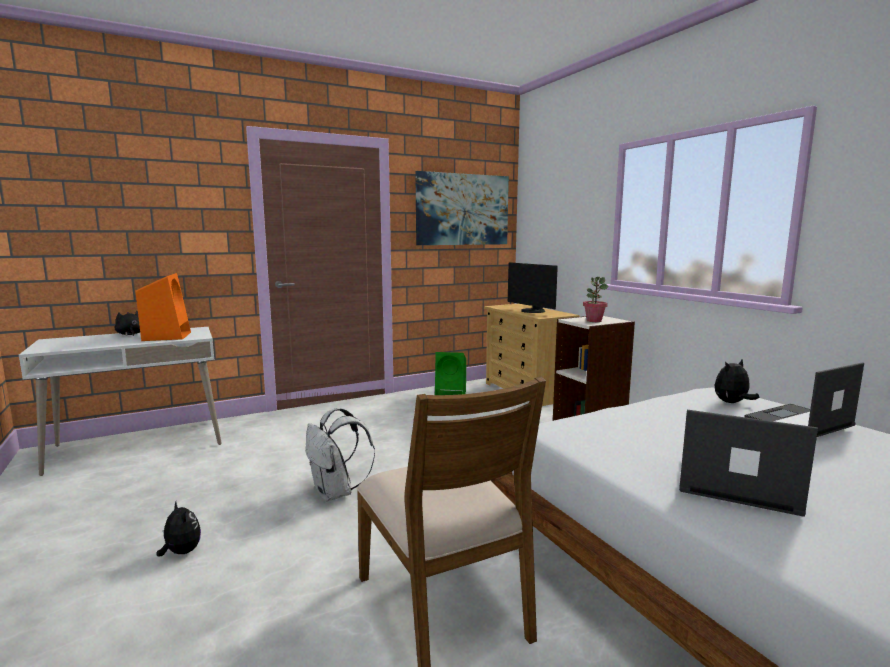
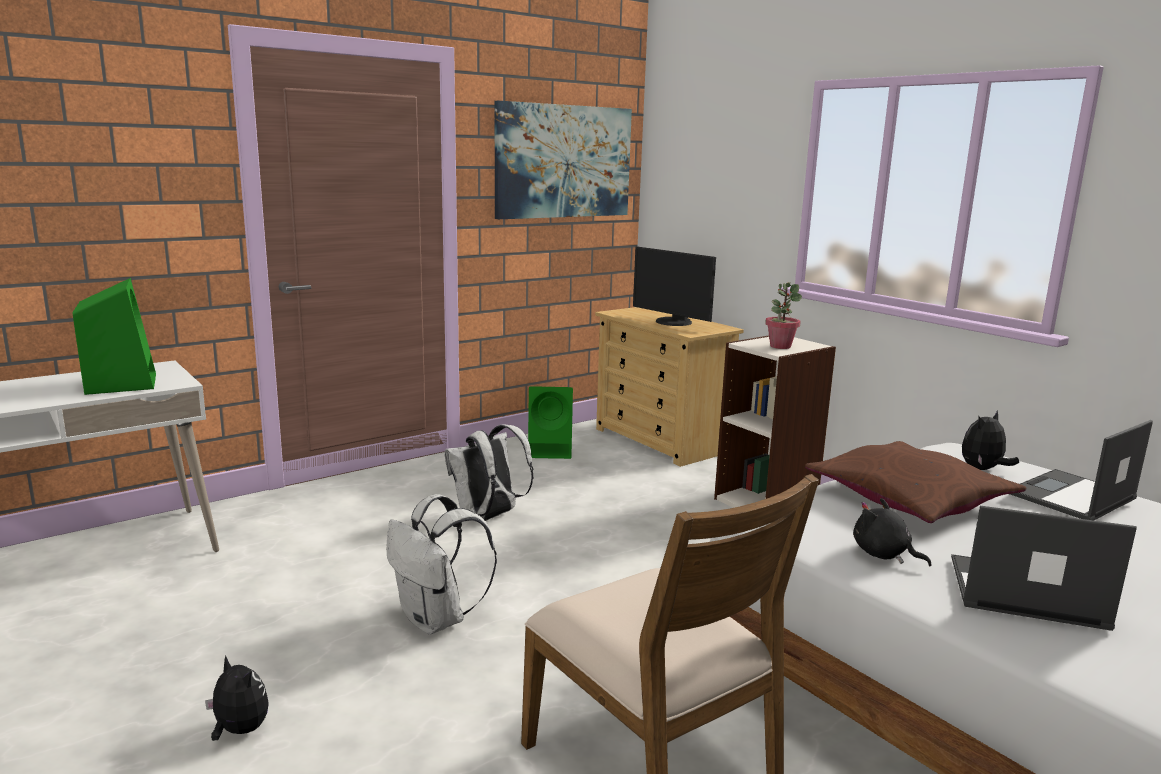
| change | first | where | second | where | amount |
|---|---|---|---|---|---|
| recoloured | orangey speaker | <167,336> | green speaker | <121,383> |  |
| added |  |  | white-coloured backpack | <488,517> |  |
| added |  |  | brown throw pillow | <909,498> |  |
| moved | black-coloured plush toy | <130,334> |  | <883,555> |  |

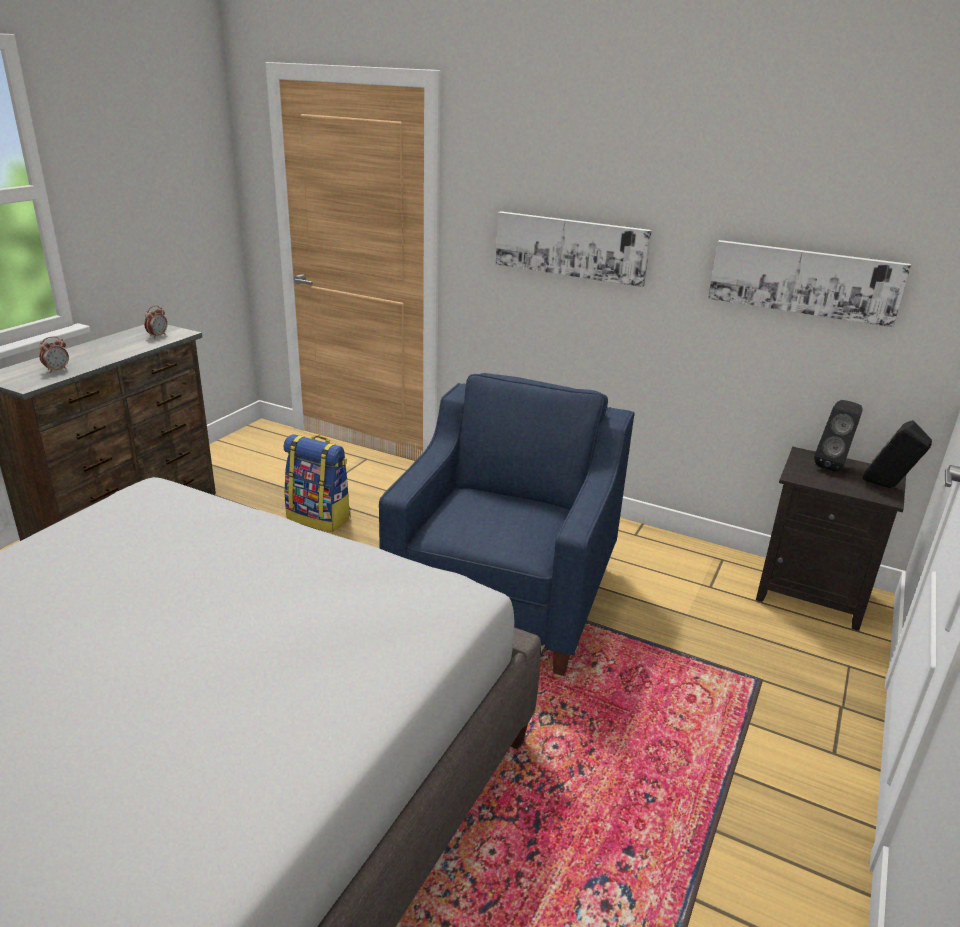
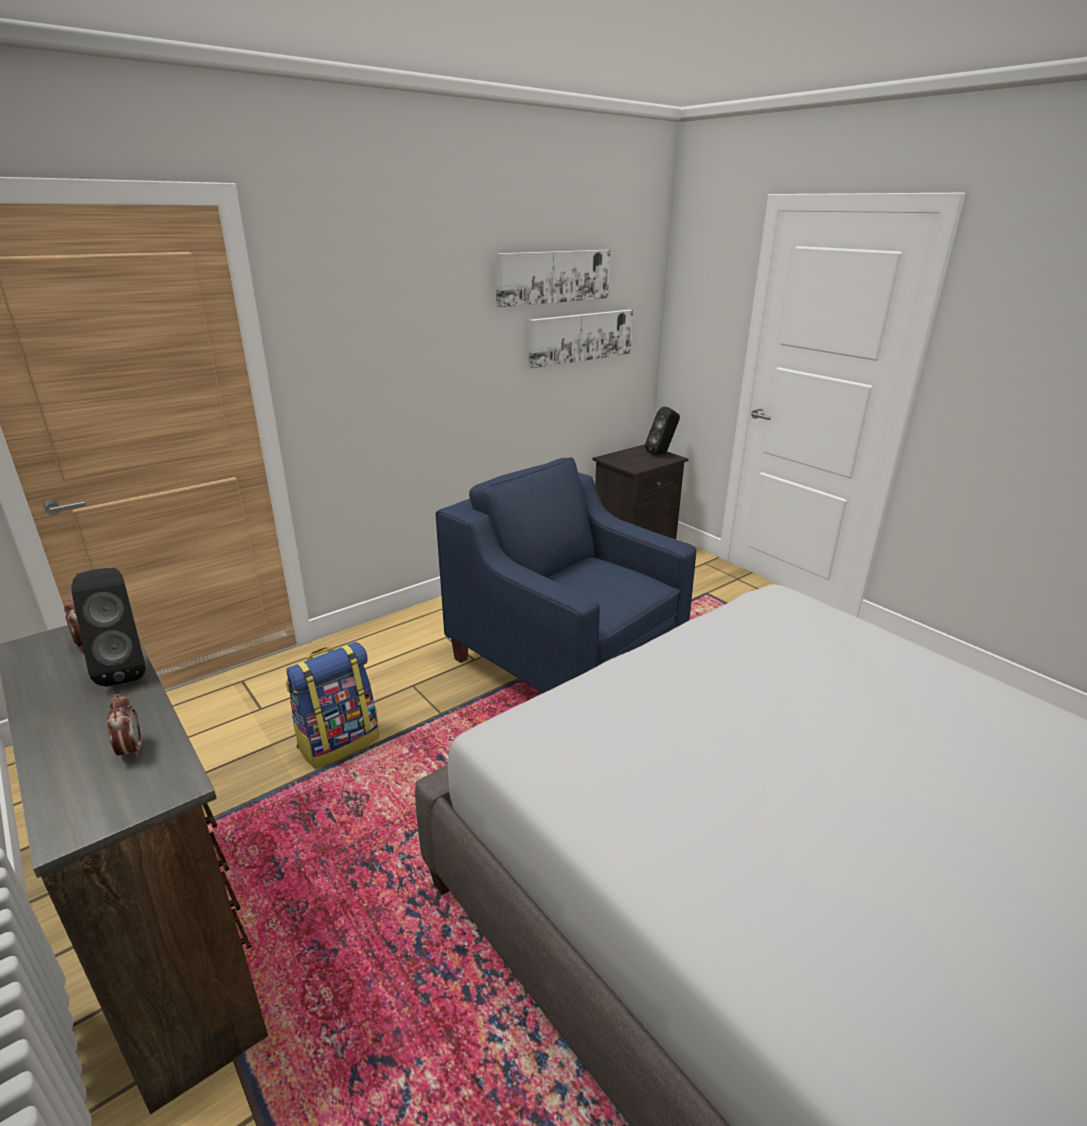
| change | first | where | second | where | amount |
|---|---|---|---|---|---|
| moved | black-coloured speaker | <833,465> |  | <126,669> |  |
| moved | wall art | <571,247> |  | <553,277> |  |

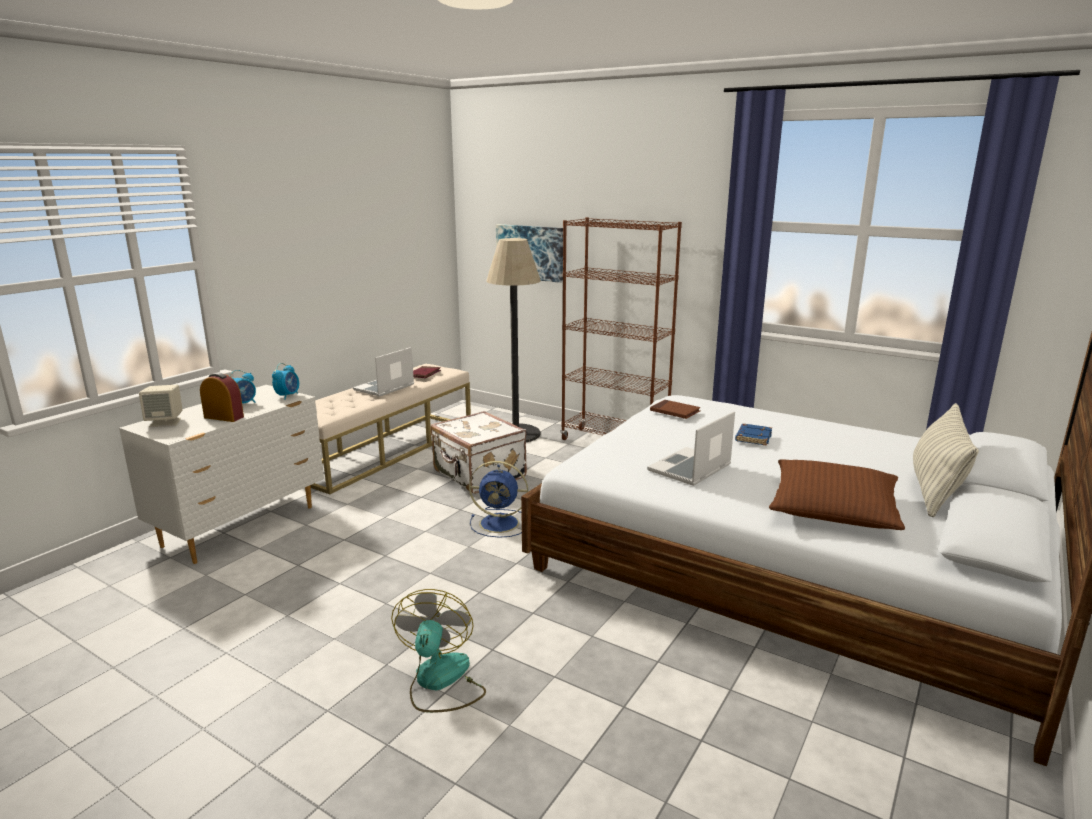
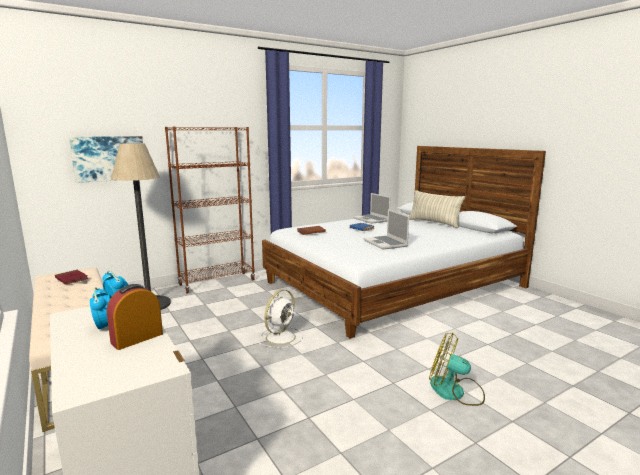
| change | first | where | second | where | amount |
|---|---|---|---|---|---|
| recoloured | blue-coloured fan | <501,523> | white-coloured fan | <281,337> |  |
| moved | portable computer | <384,388> |  | <371,220> |  |
| removed | beige speaker | <165,422> |  |  |  |
| removed | white-coloured travel case | <478,475> |  |  |  |
| removed | brown throw pillow | <833,508> |  |  |  |

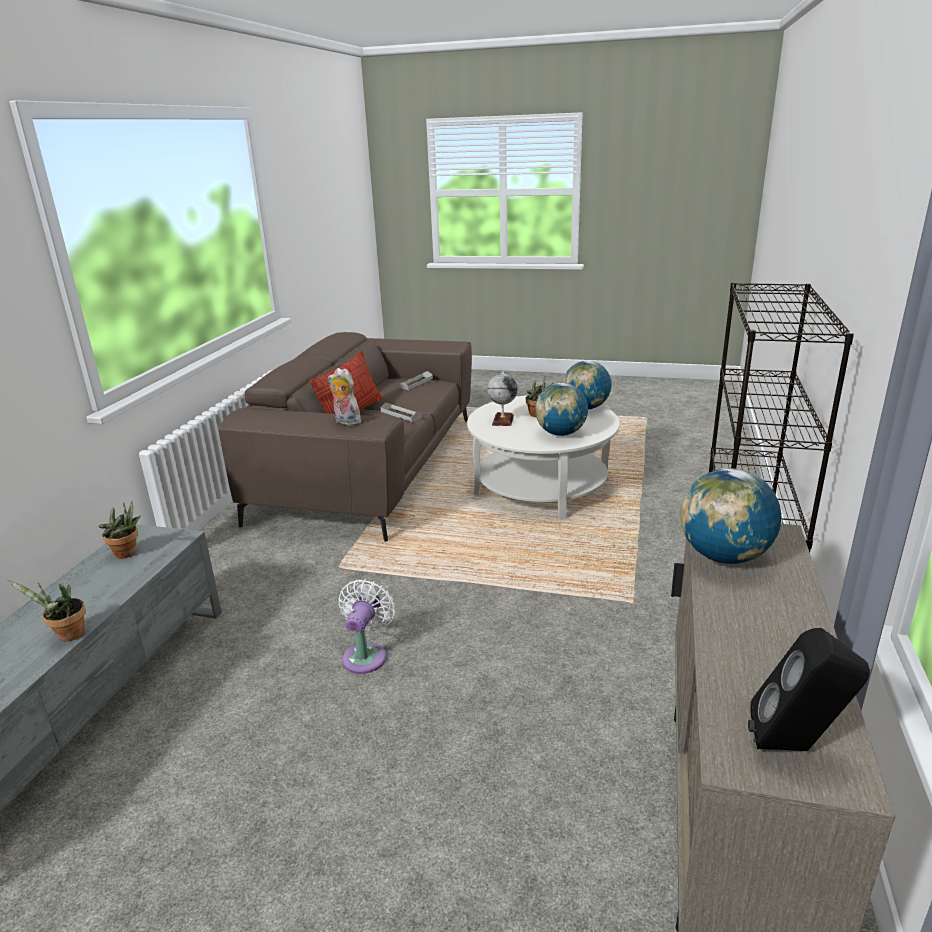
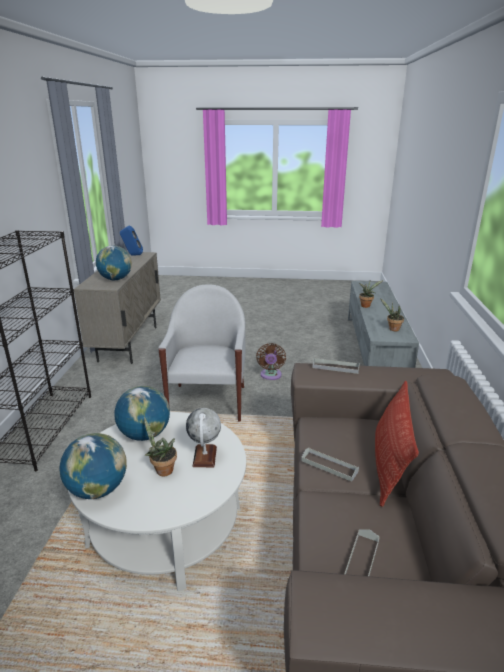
| change | first | where | second | where | amount |
|---|---|---|---|---|---|
| recoloured | black-coloured speaker | <796,746> | blue-coloured speaker | <132,255> |  |
| added |  |  | white-coloured armchair | <208,401> |  |
| recoloured | white-coloured fan | <366,655> | brown fan | <270,376> |  |
| replaced | plush toy | <345,422> | gray tray | <335,367> |  |

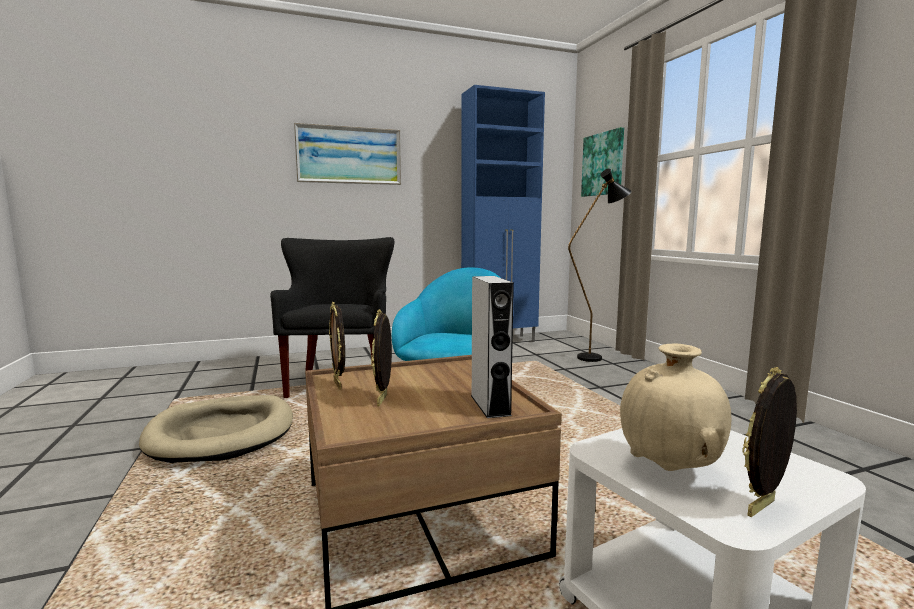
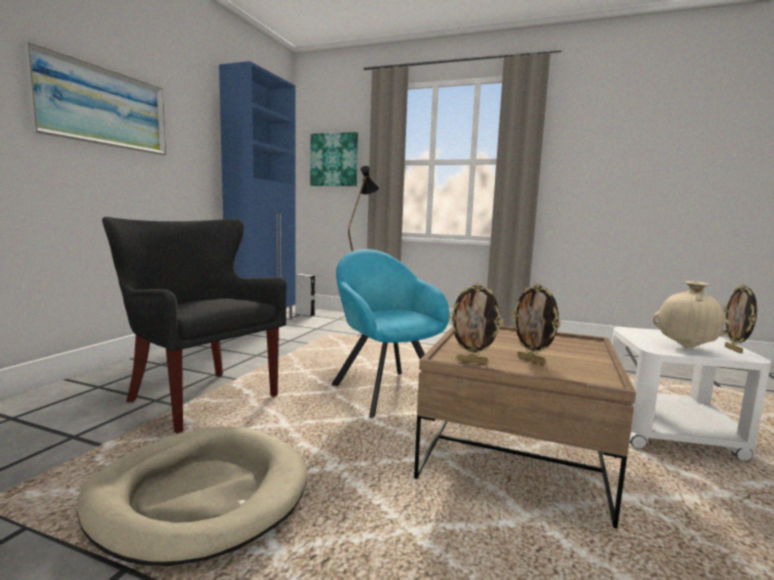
| change | first | where | second | where | amount |
|---|---|---|---|---|---|
| moved | gray speaker | <490,405> |  | <305,314> |  |

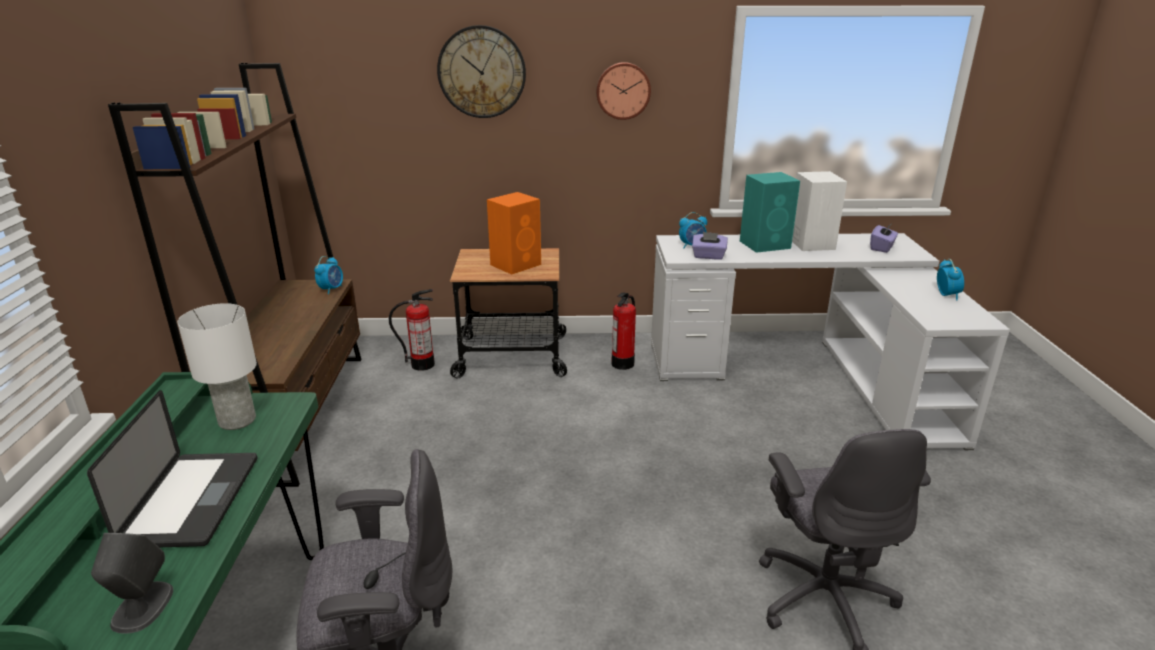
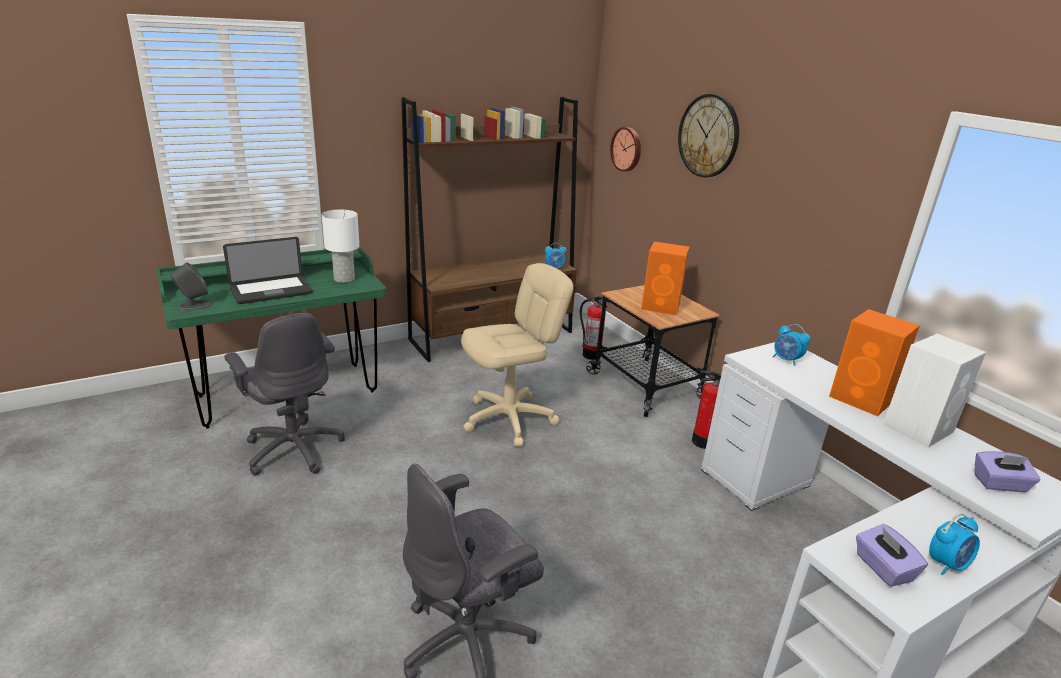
| change | first | where | second | where | amount |
|---|---|---|---|---|---|
| added |  |  | beige desk chair | <509,419> |  |
| moved | wall clock | <623,90> |  | <627,149> |  |
| recoloured | blue-green speaker | <766,244> | orangey speaker | <862,399> |  |
| moved | purple-coloured box of tissues | <708,256> |  | <882,568> |  |

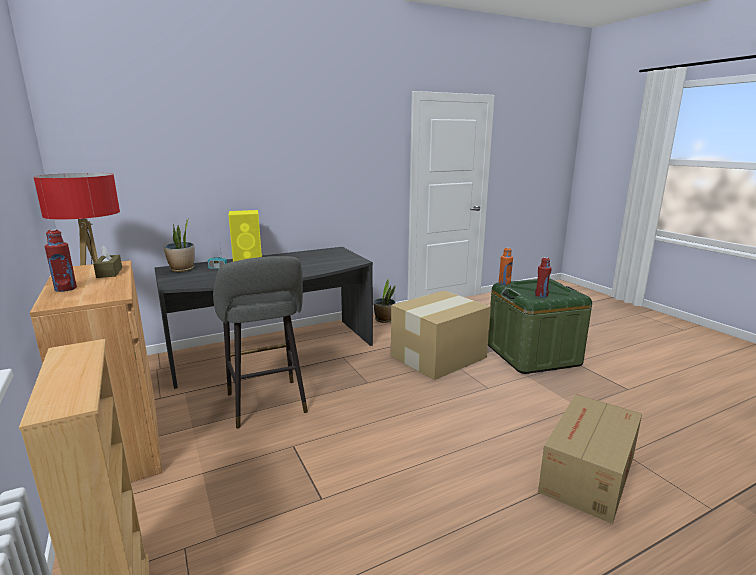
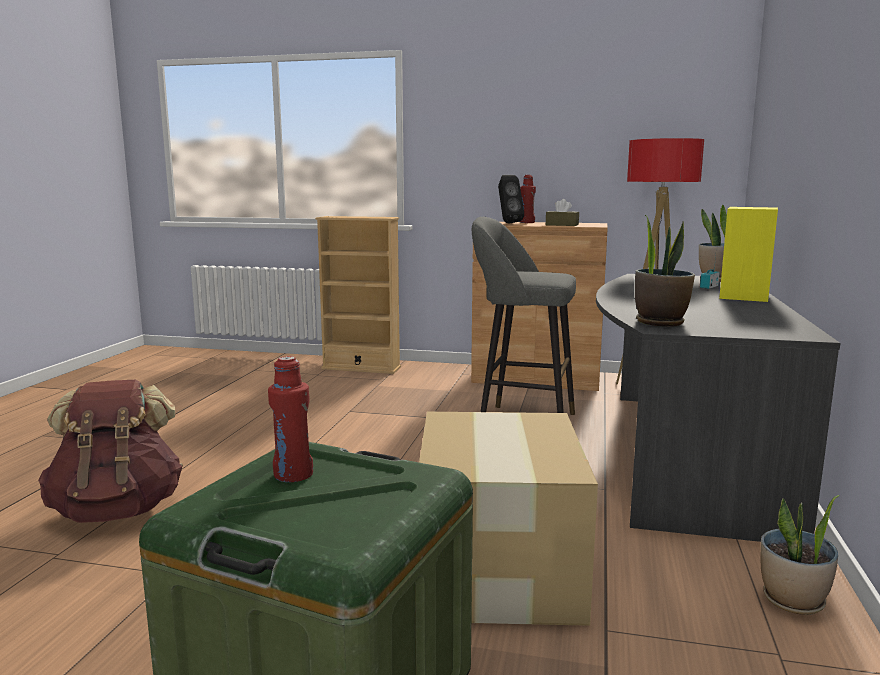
| change | first | where | second | where | amount |
|---|---|---|---|---|---|
| replaced | cardboard box | <586,474> | brown backpack | <118,510> |  |
| added |  |  | black-coloured speaker | <508,223> |  |
| added |  |  | potted plant | <660,322> |  |
| removed | orangey beverage bottle | <504,283> |  |  |  |

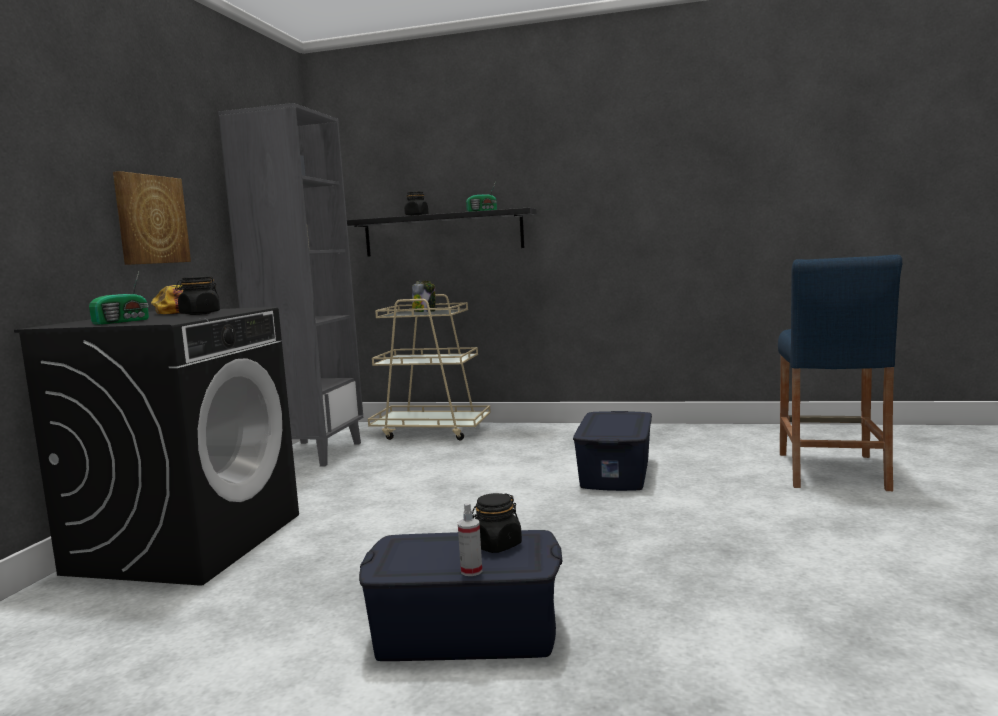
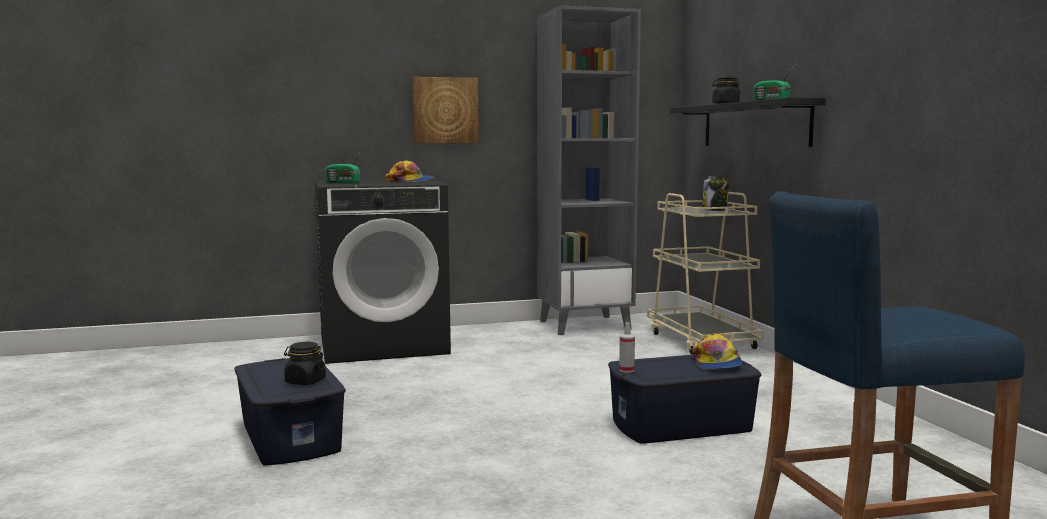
| change | first | where | second | where | amount |
|---|---|---|---|---|---|
| moved | spray bottle | <471,571> |  | <626,370> |  |
| added |  |  | peaked cap | <716,363> |  |
| removed | black-coloured jar | <199,314> |  |  |  |

